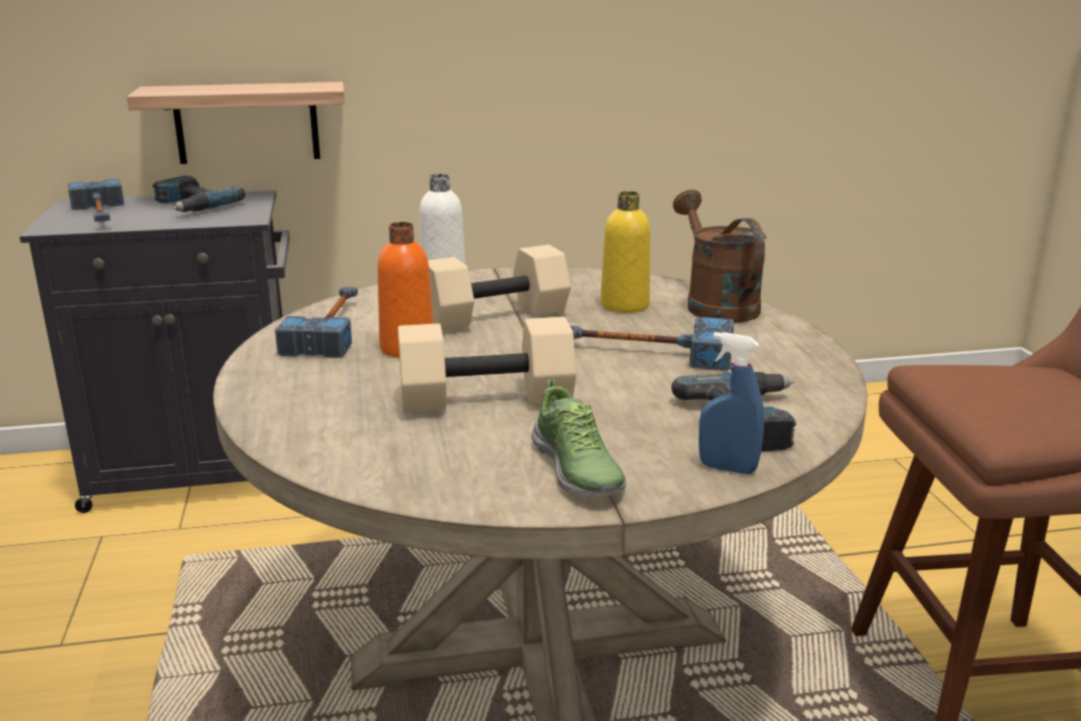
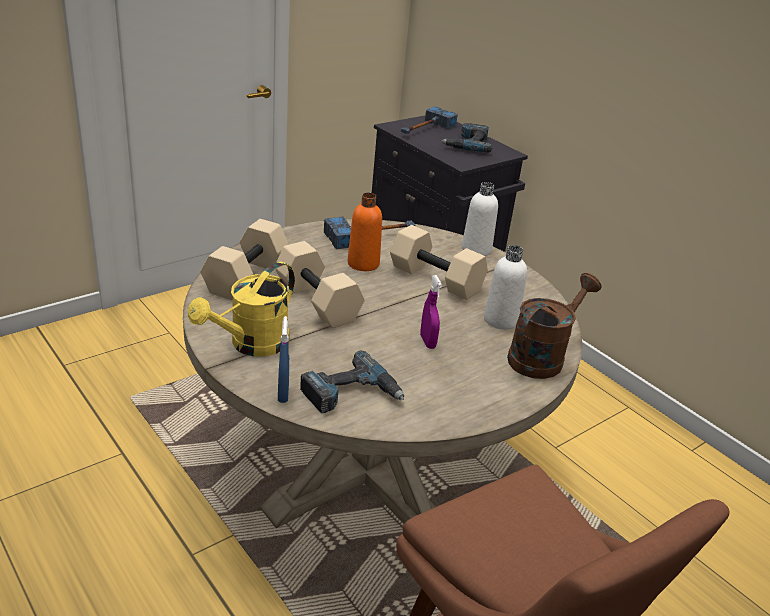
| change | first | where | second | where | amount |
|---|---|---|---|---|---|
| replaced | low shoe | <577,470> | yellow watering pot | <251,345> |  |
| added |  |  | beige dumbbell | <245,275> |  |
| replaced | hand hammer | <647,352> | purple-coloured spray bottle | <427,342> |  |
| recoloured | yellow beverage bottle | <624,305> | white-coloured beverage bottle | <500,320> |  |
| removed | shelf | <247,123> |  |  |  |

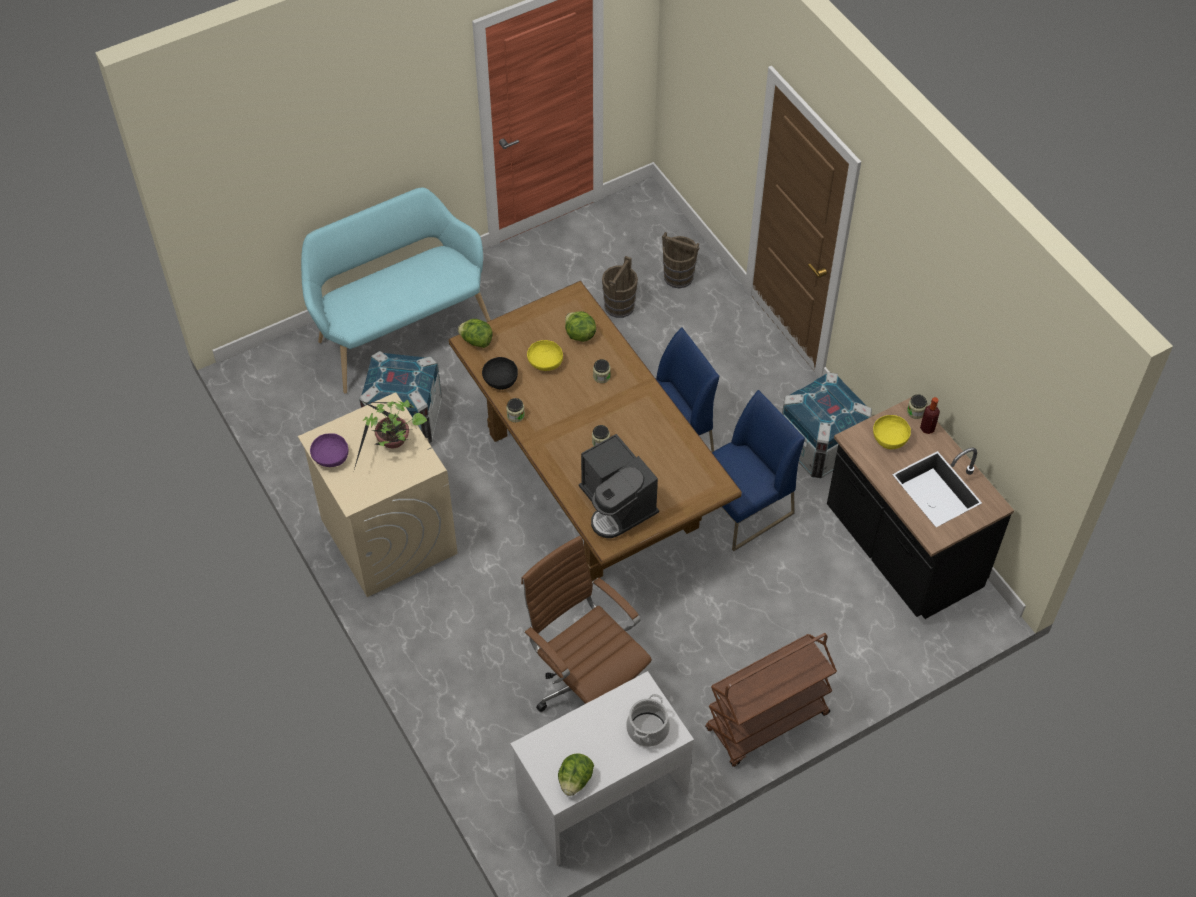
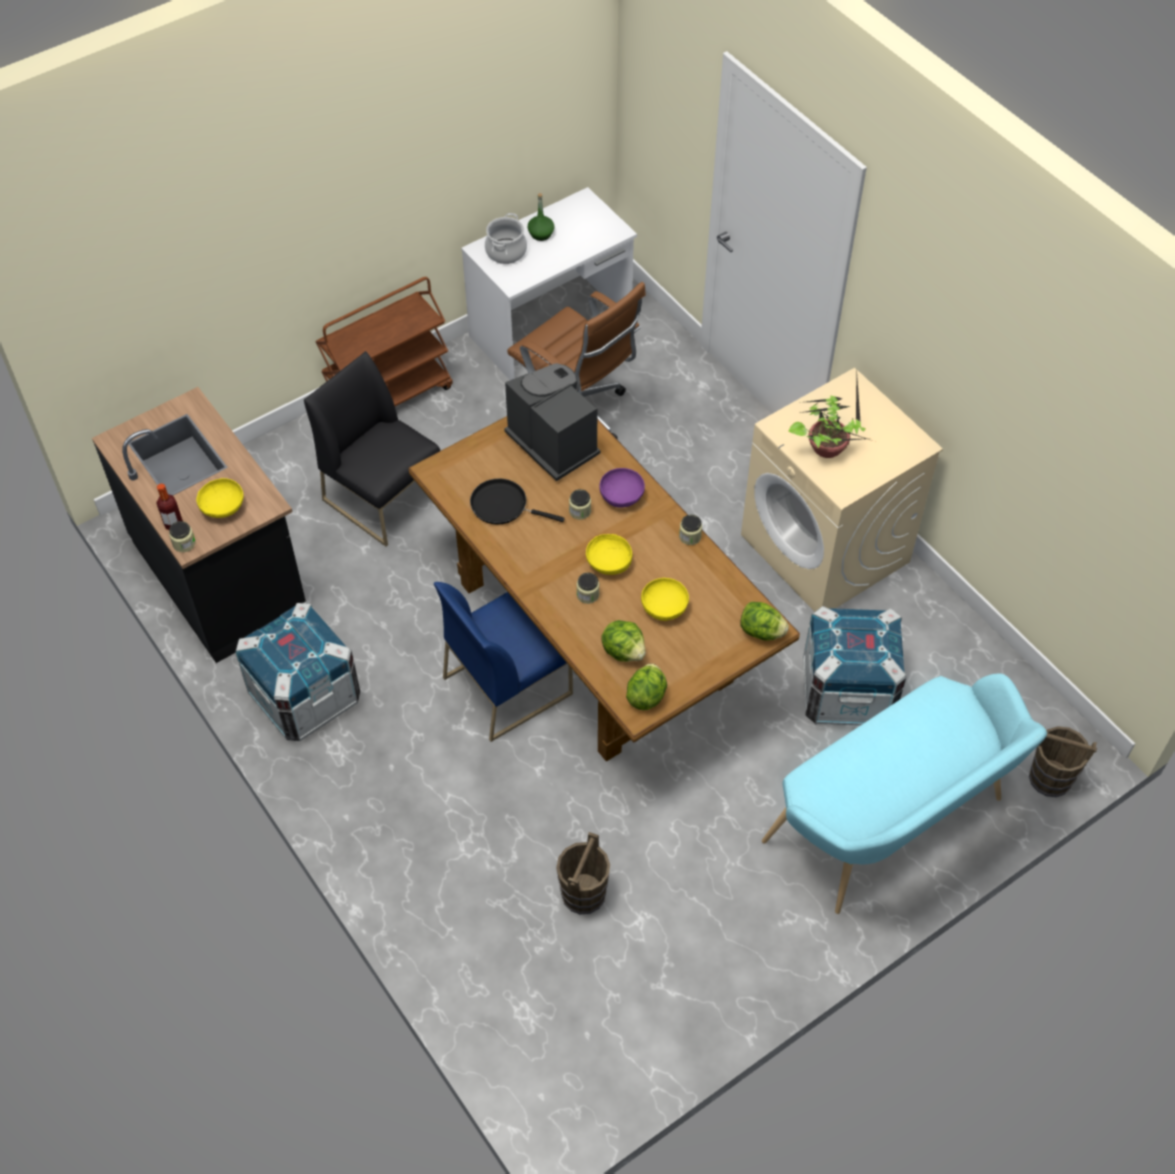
| change | first | where | second | where | amount |
|---|---|---|---|---|---|
| added |  |  | black-coloured chair | <384,498> |  |
| added |  |  | black-coloured skillet | <503,505> |  |
| added |  |  | green beverage bottle | <541,234> |  |
| added |  |  | yellow serving bowl | <608,563> |  |
| moved | purple-coloured serving bowl | <330,457> |  | <622,497> |  |
| moved | head of lettuce | <575,780> |  | <646,695> |  |
| moved | brown bucket | <678,276> |  | <1050,778> |  |
| removed | black-coloured serving bowl | <500,380> |  |  |  |
| removed | blue-coloured chair | <741,508> |  |  |  |

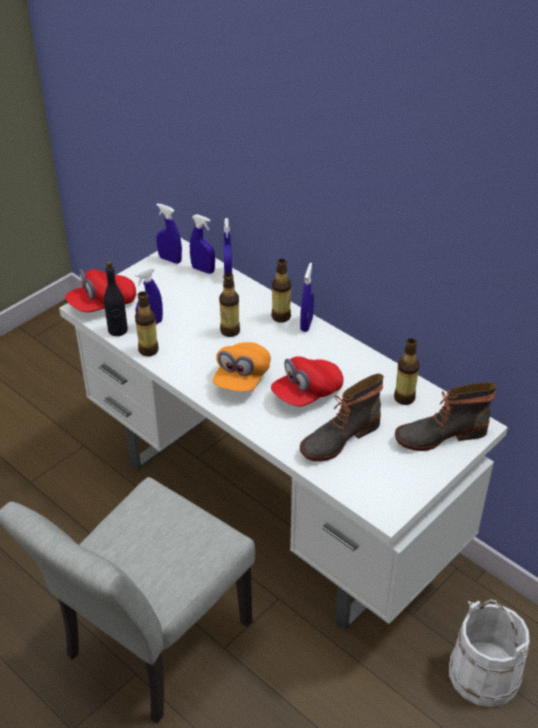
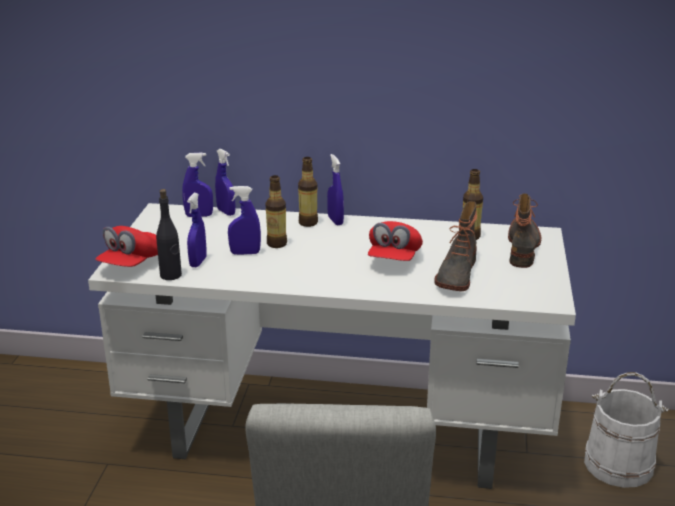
| change | first | where | second | where | amount |
|---|---|---|---|---|---|
| moved | blue-coloured spray bottle | <170,259> |  | <245,253> |  |
| turned | boot | <440,434> |  | <523,247> | 150 degrees clockwise |
| removed | beverage bottle | <148,350> |  |  |  |
| removed | orangey peaked cap | <242,378> |  |  |  |

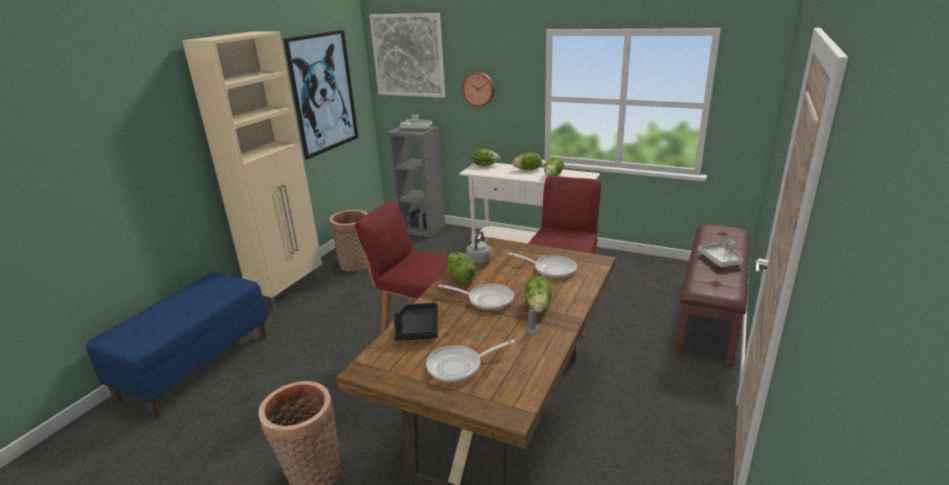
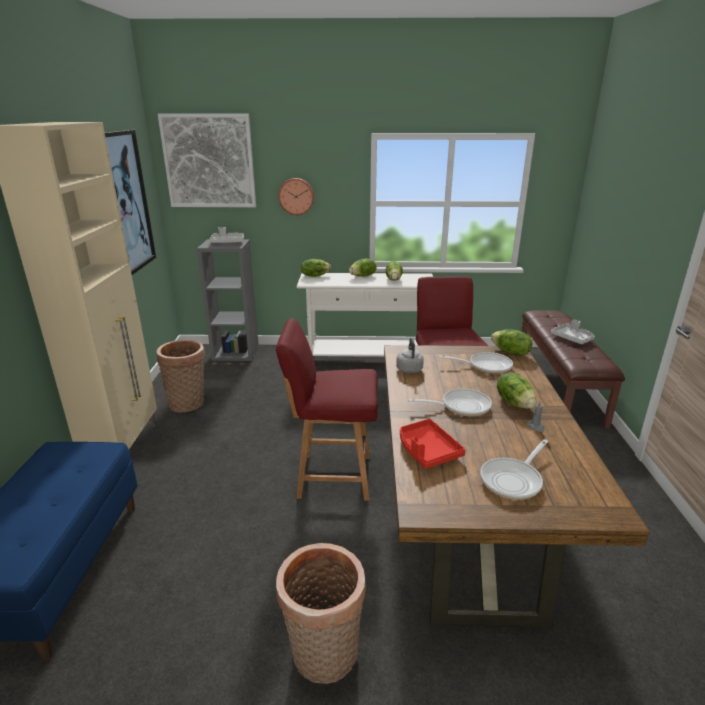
| change | first | where | second | where | amount |
|---|---|---|---|---|---|
| recoloured | black-coloured tray | <417,328> | reddish tray | <427,451> |  |
| moved | head of lettuce | <460,277> |  | <510,353> |  |

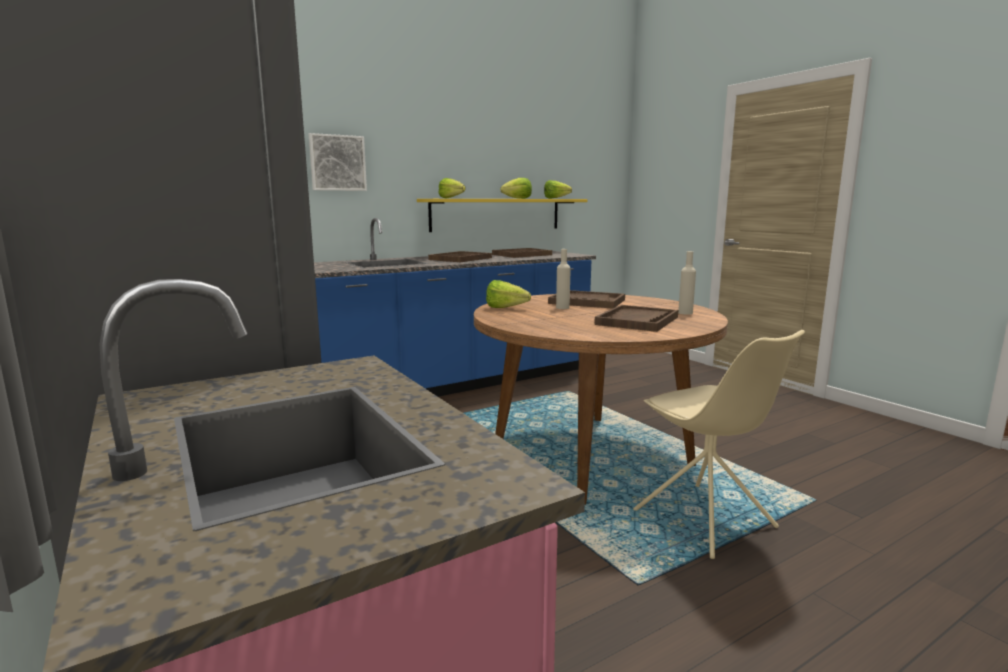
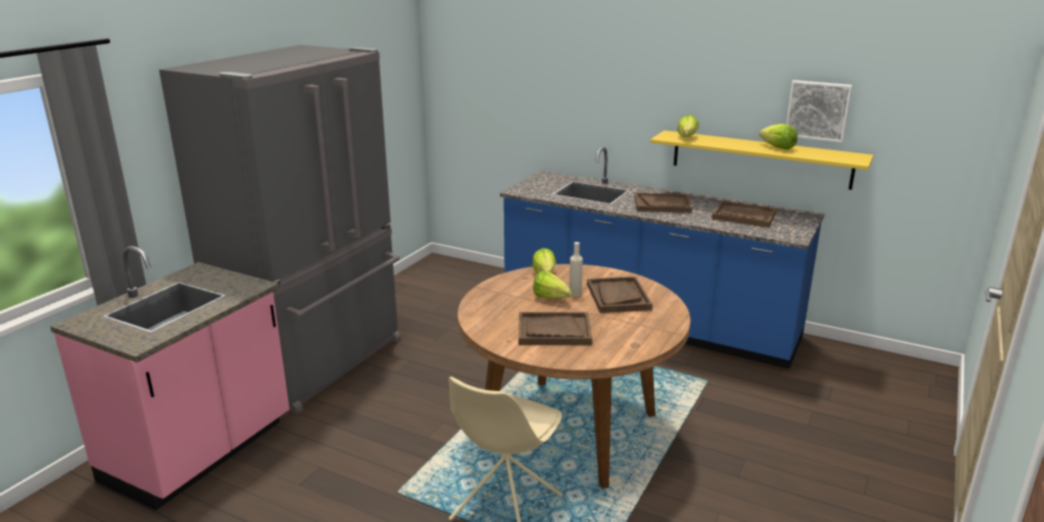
| change | first | where | second | where | amount |
|---|---|---|---|---|---|
| moved | head of lettuce | <558,198> |  | <553,299> |  |
| moved | wall art | <337,163> |  | <818,110> |  |
| removed | beige beverage bottle | <685,313> |  |  |  |

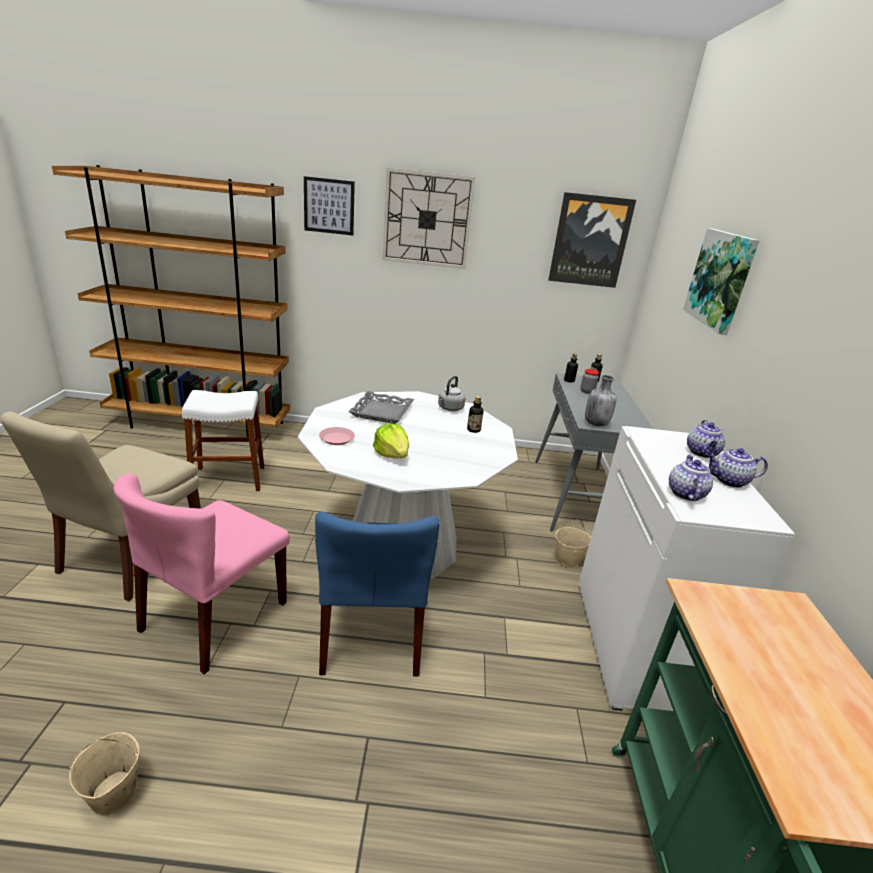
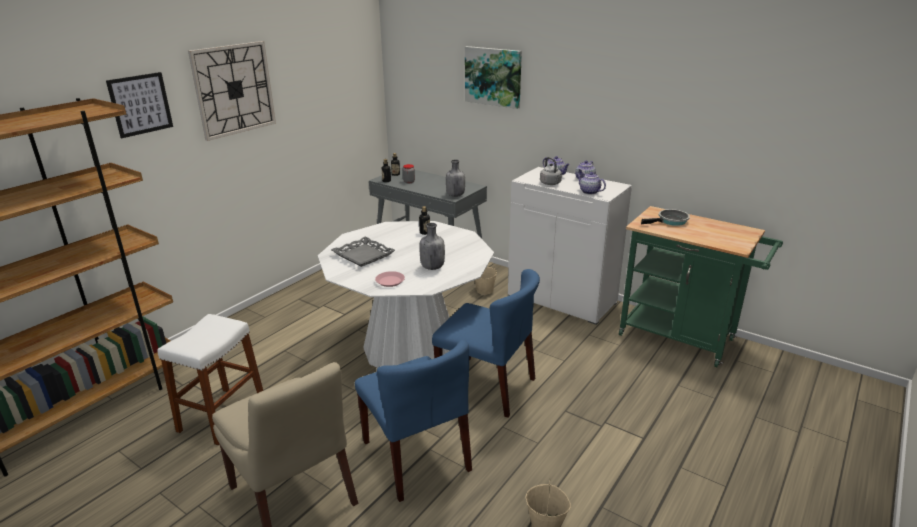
| change | first | where | second | where | amount |
|---|---|---|---|---|---|
| recoloured | pink-coloured chair | <214,617> | blue-coloured chair | <416,456> |  |
| replaced | head of lettuce | <392,454> | gray beverage bottle | <432,267> |  |
| moved | gray water kettle | <449,408> |  | <551,183> |  |
| added |  |  | skillet | <670,221> |  |
| removed | wall art | <590,241> |  |  |  |

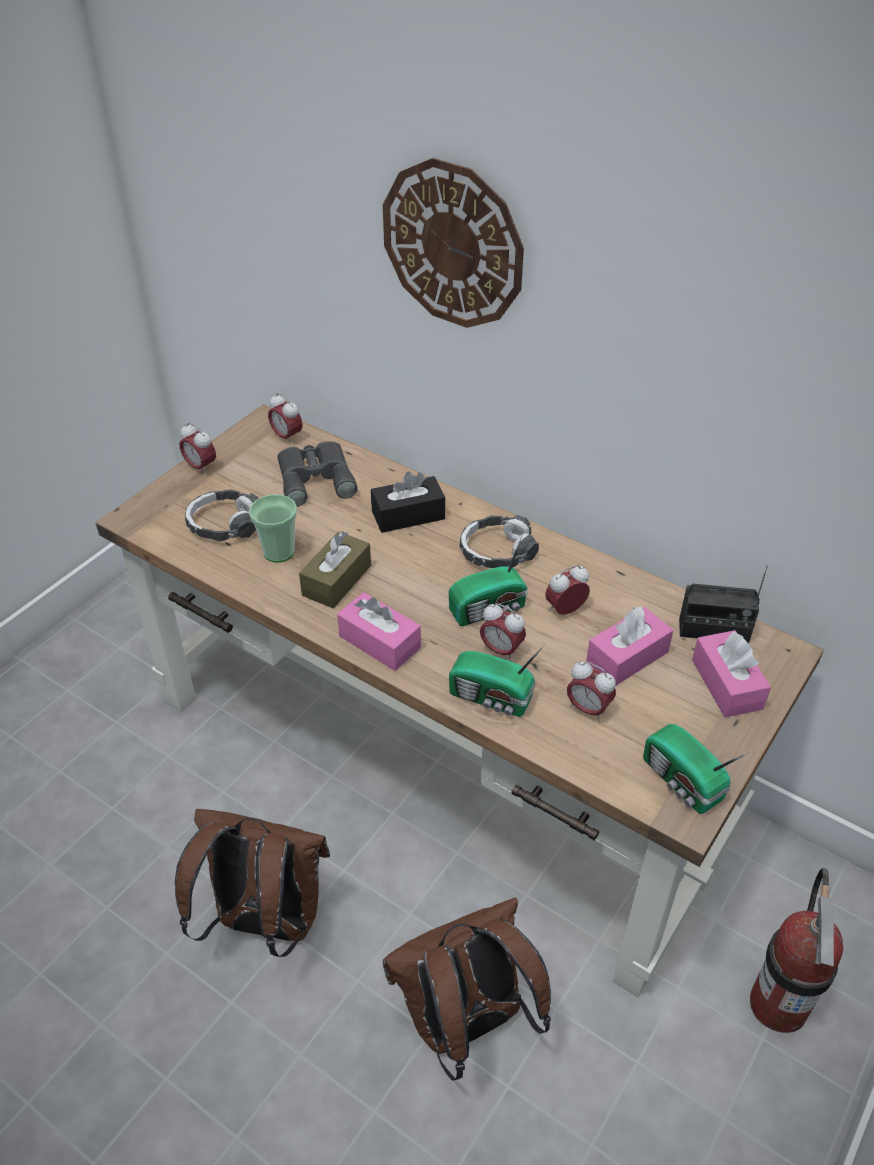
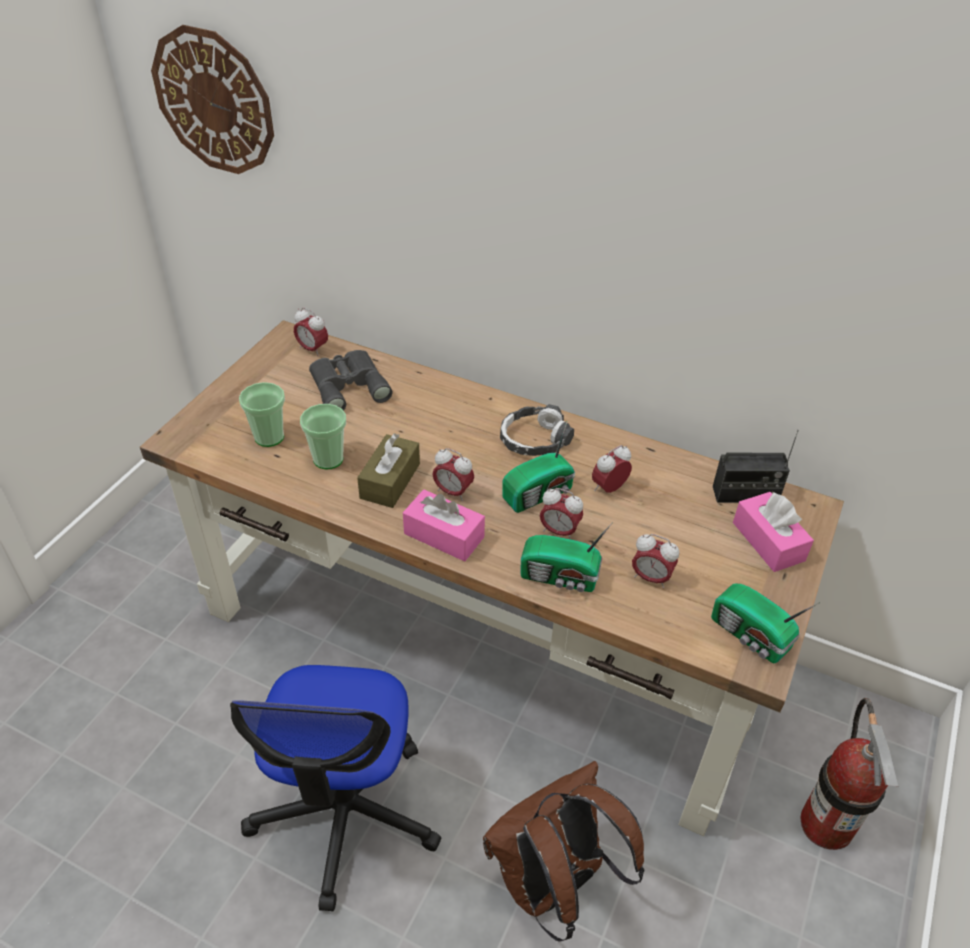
| change | first | where | second | where | amount |
|---|---|---|---|---|---|
| moved | wall clock | <453,245> |  | <214,101> |  |
| replaced | brown backpack | <264,921> | desk chair | <345,814> |  |
| replaced | pair of headphones | <224,524> | cup | <269,437> |  |
| moved | table clock | <201,467> |  | <453,492> |  |
| removed | black-coloured box of tissues | <408,515> |  |  |  |
| removed | pink-coloured box of tissues | <627,657> |  |  |  |

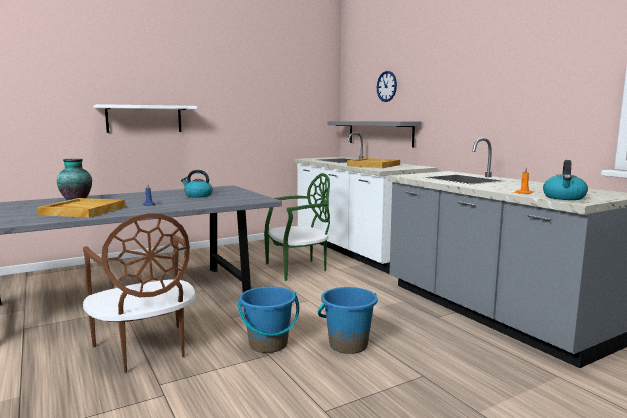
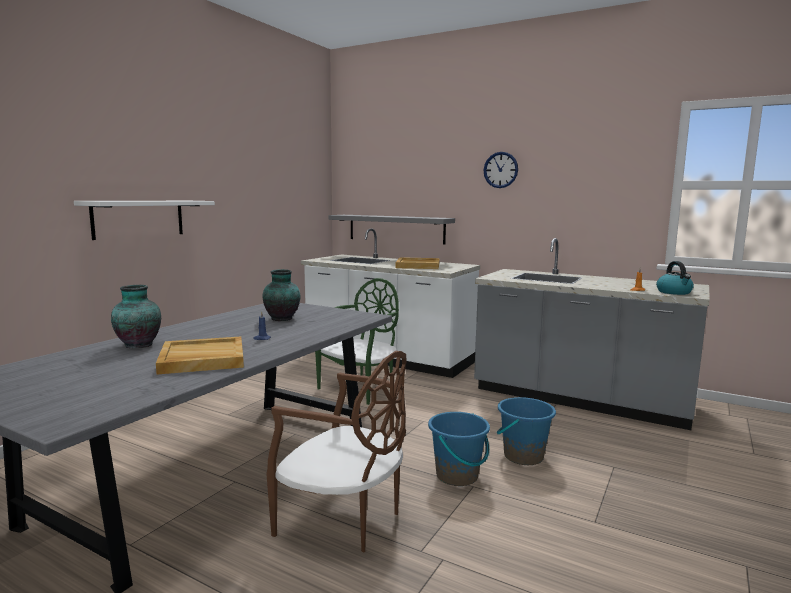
| change | first | where | second | where | amount |
|---|---|---|---|---|---|
| replaced | water kettle | <198,195> | vase | <282,319> |  |
| moved | wall clock | <386,86> |  | <500,170> |  |

